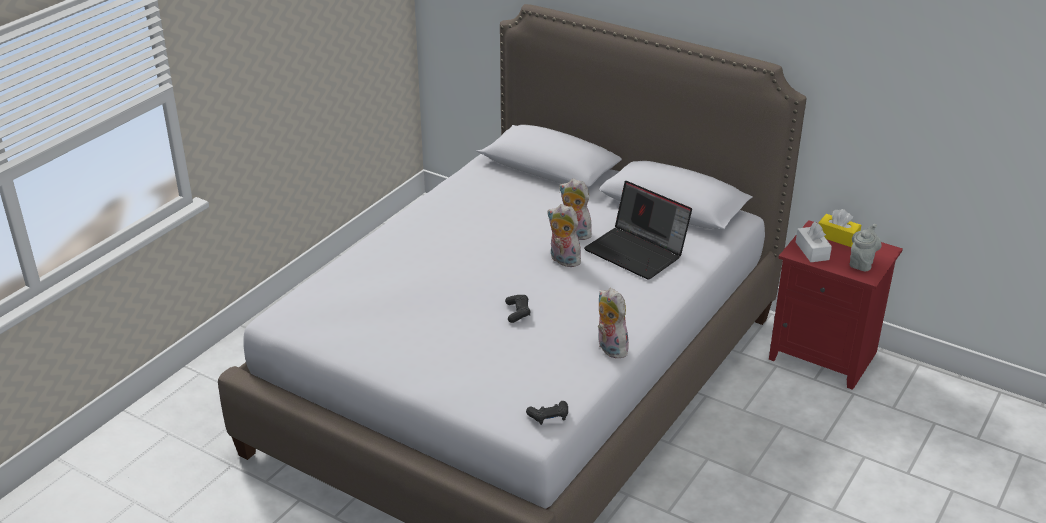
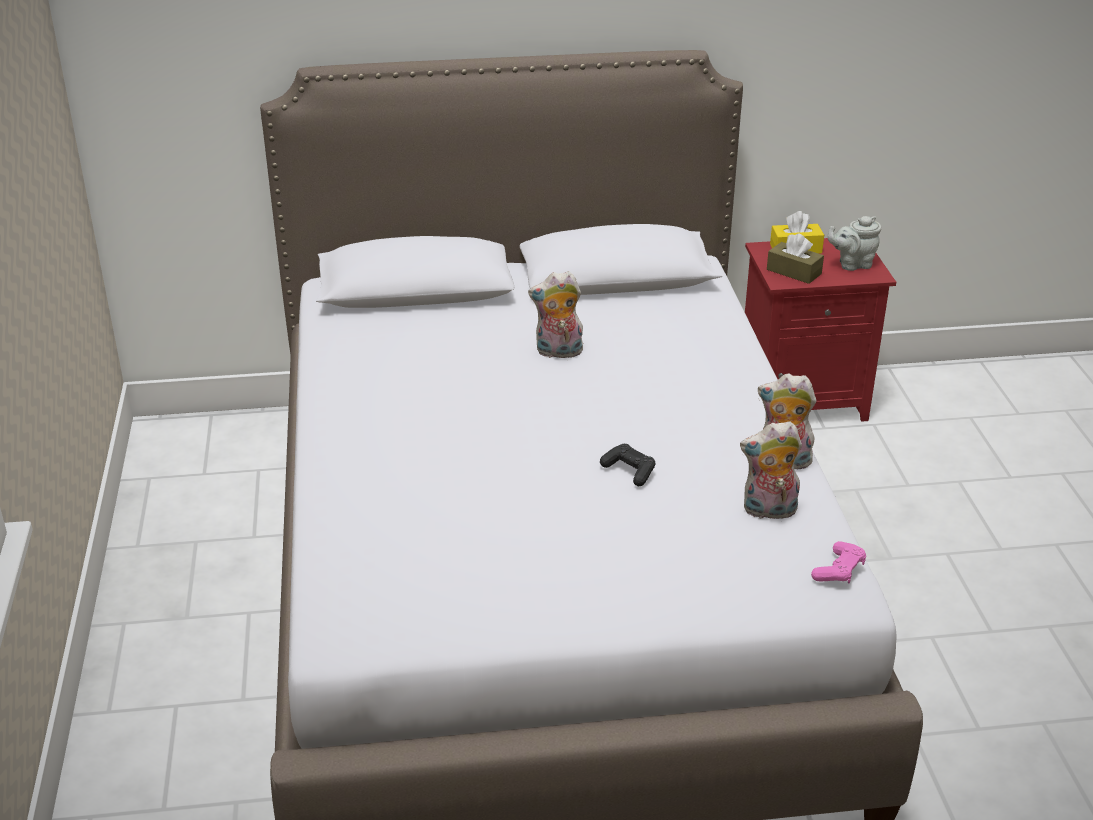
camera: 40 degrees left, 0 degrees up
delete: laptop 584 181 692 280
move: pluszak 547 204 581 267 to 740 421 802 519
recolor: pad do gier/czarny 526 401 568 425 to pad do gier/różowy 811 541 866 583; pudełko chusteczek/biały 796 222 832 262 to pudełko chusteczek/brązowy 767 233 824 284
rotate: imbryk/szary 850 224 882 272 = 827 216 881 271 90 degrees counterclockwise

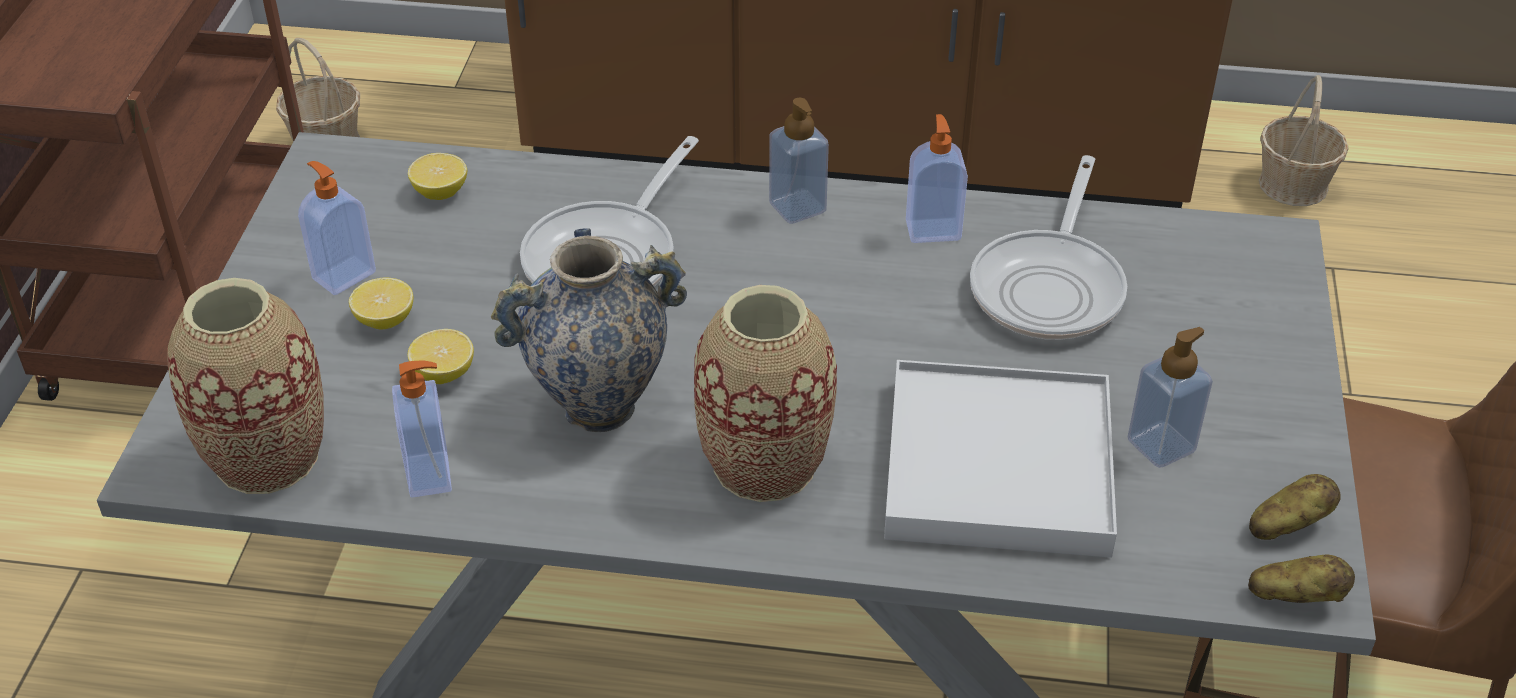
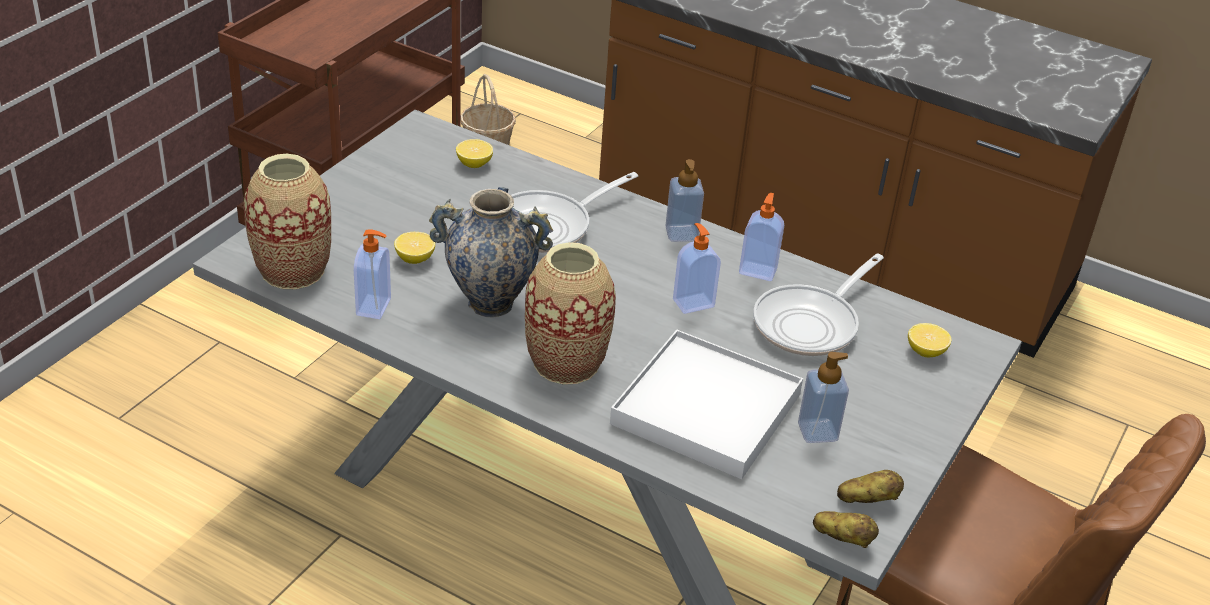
camera: 20 degrees right, 5 degrees down
delete: koszyk 1259 75 1349 206
move: dozownik mydła 298 161 376 295 to 673 223 721 314; cytryna 349 278 413 329 to 908 323 951 357

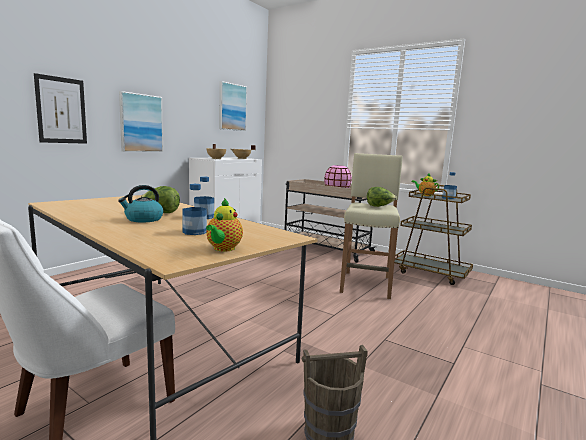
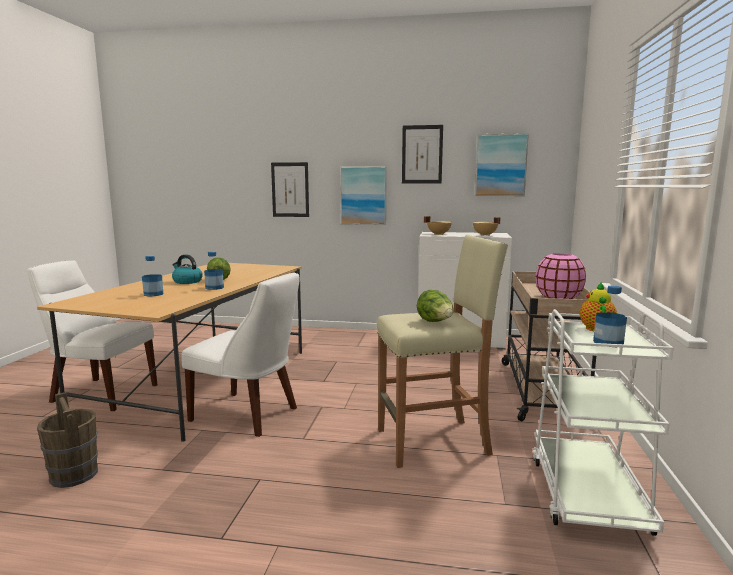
camera: 65 degrees right, 0 degrees up
delete: imbryk 206 198 243 252
insert: krzesło/biały 181 273 300 437; obraz 402 125 443 184
recolor: wózek/brązowy 395 185 473 285 to wózek/biały 533 309 673 536

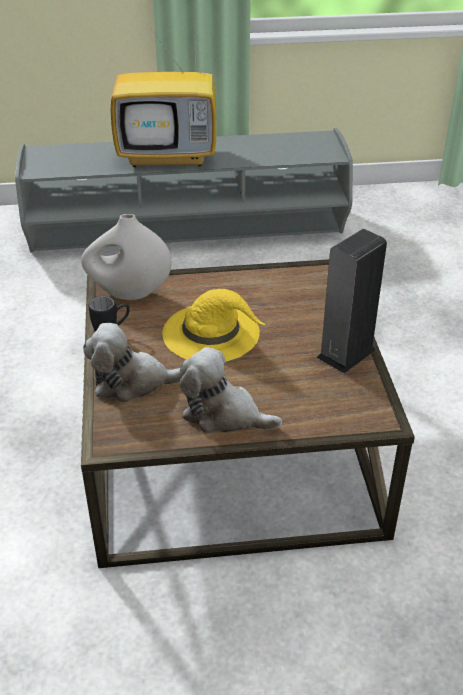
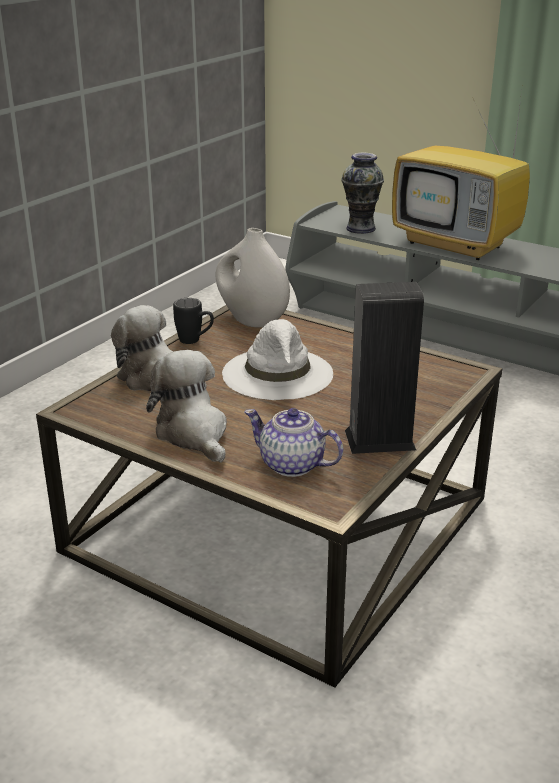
camera: 40 degrees right, 10 degrees down
insert: imbryk 244 408 343 477; wazon 341 153 384 234
recolor: kapelusz/żółty 162 289 266 362 to kapelusz/biały 222 319 333 400

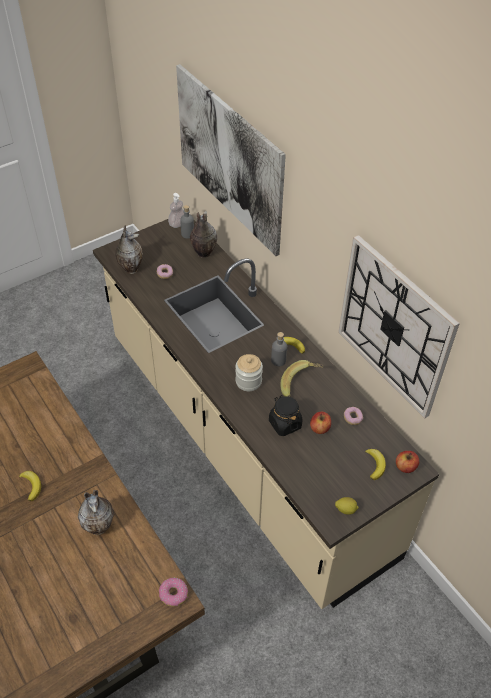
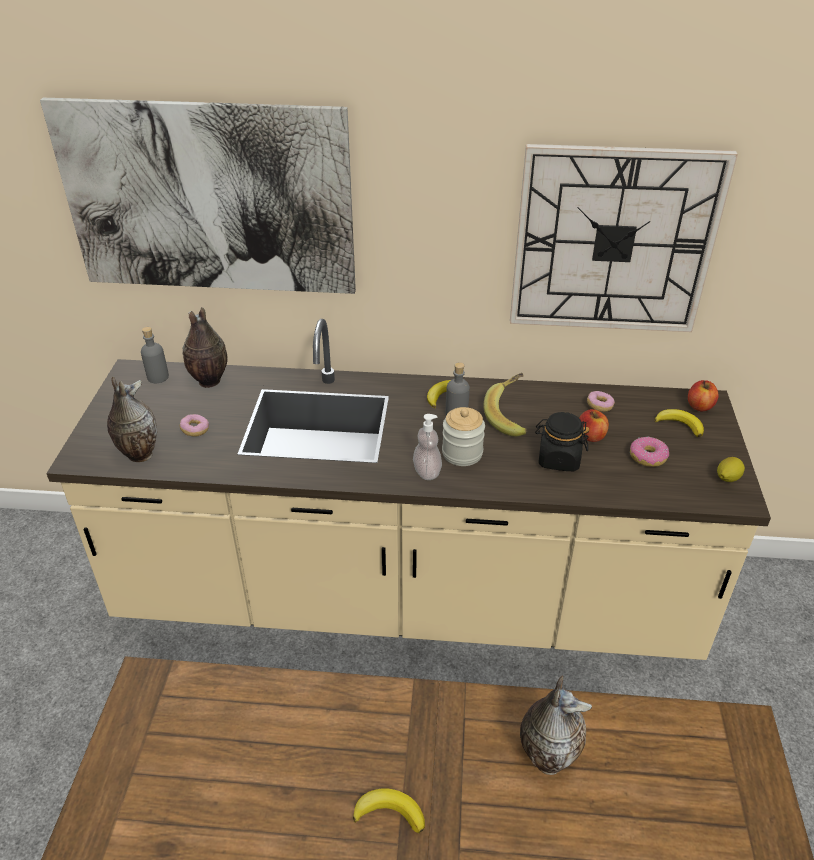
camera: 50 degrees left, 10 degrees down
move: donut 159 577 188 607 to 630 437 669 467; dozownik mydła 168 193 184 228 to 413 414 442 480

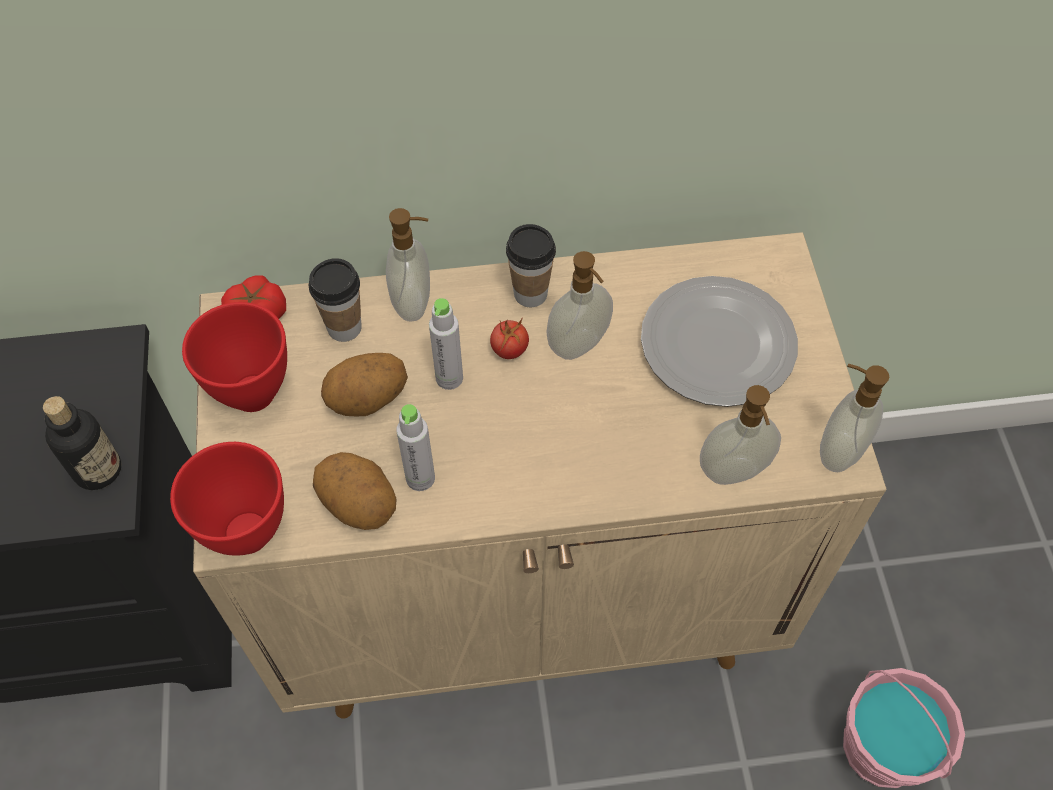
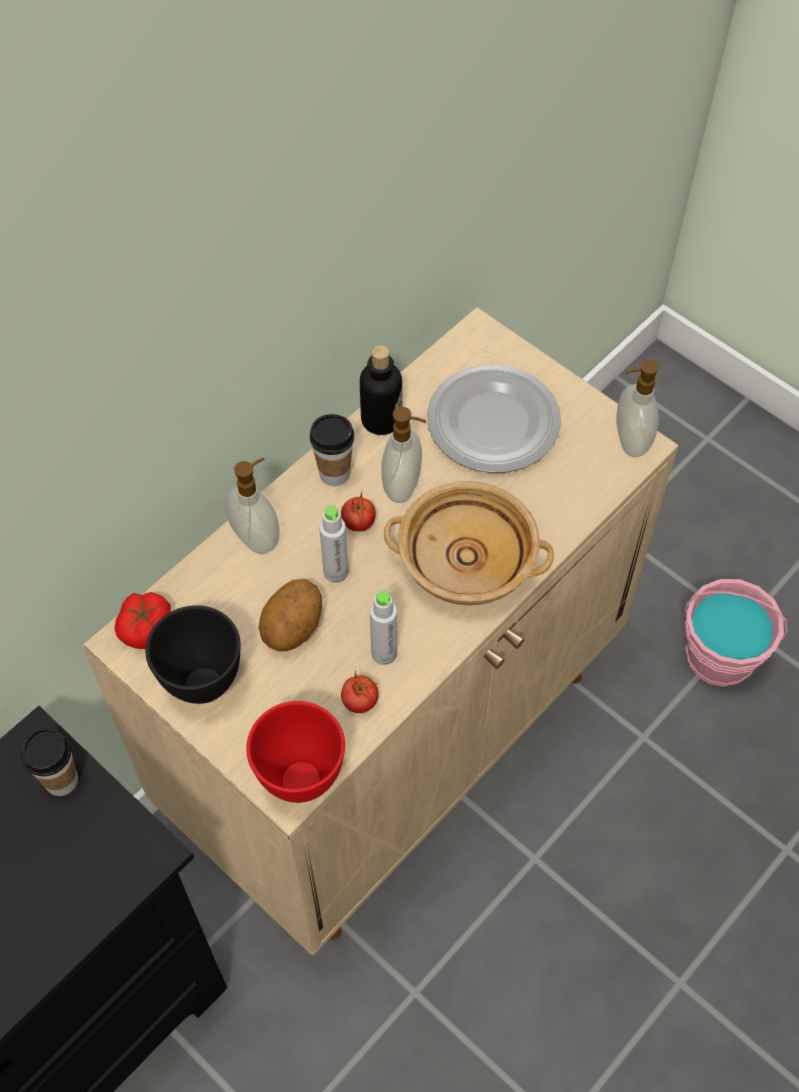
camera: 40 degrees left, 0 degrees up
delete: dozownik mydła 700 385 781 485
insert: miska/beżowy 384 481 554 605
move: butelka 43 396 121 490 to 360 345 402 435; filiżanka 309 258 362 342 to 22 727 78 796
replace: ziemniak 313 452 397 530 to pomidor 341 671 379 713
recolor: miska/czerwony 182 302 287 412 to miska/czarny 145 605 241 704

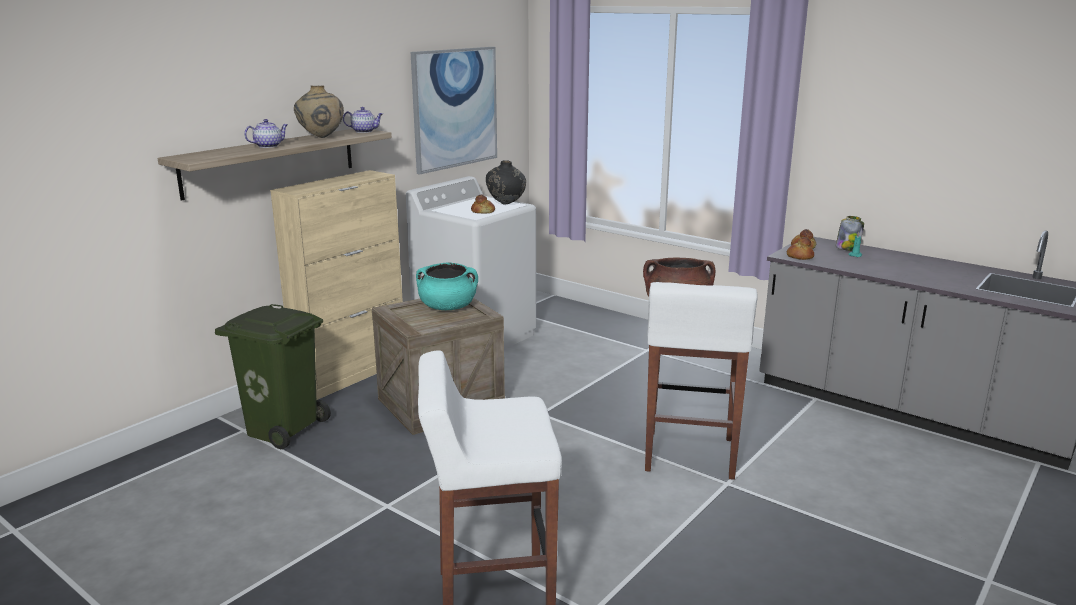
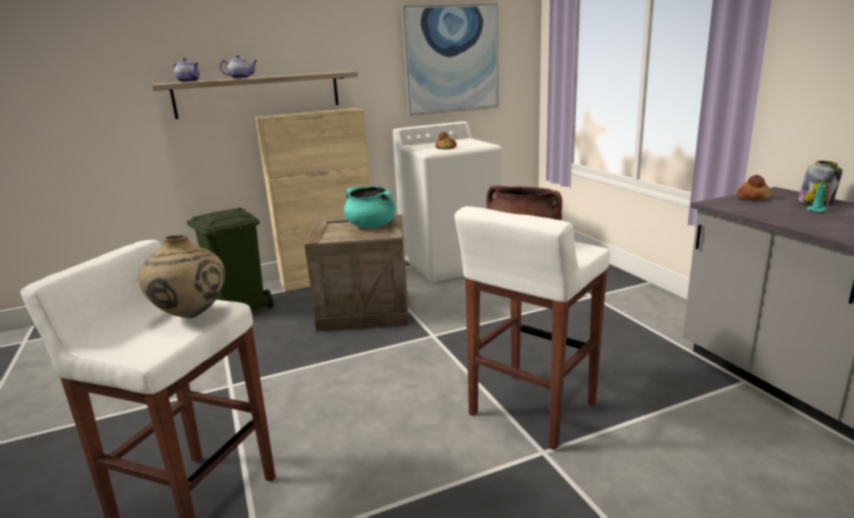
camera: 30 degrees right, 0 degrees up
delete: wazon/czarny 486 160 526 205; chleb 787 237 814 260
move: wazon/beżowy 294 85 344 138 to 138 235 225 318; imbryk 343 107 383 133 to 174 58 200 82

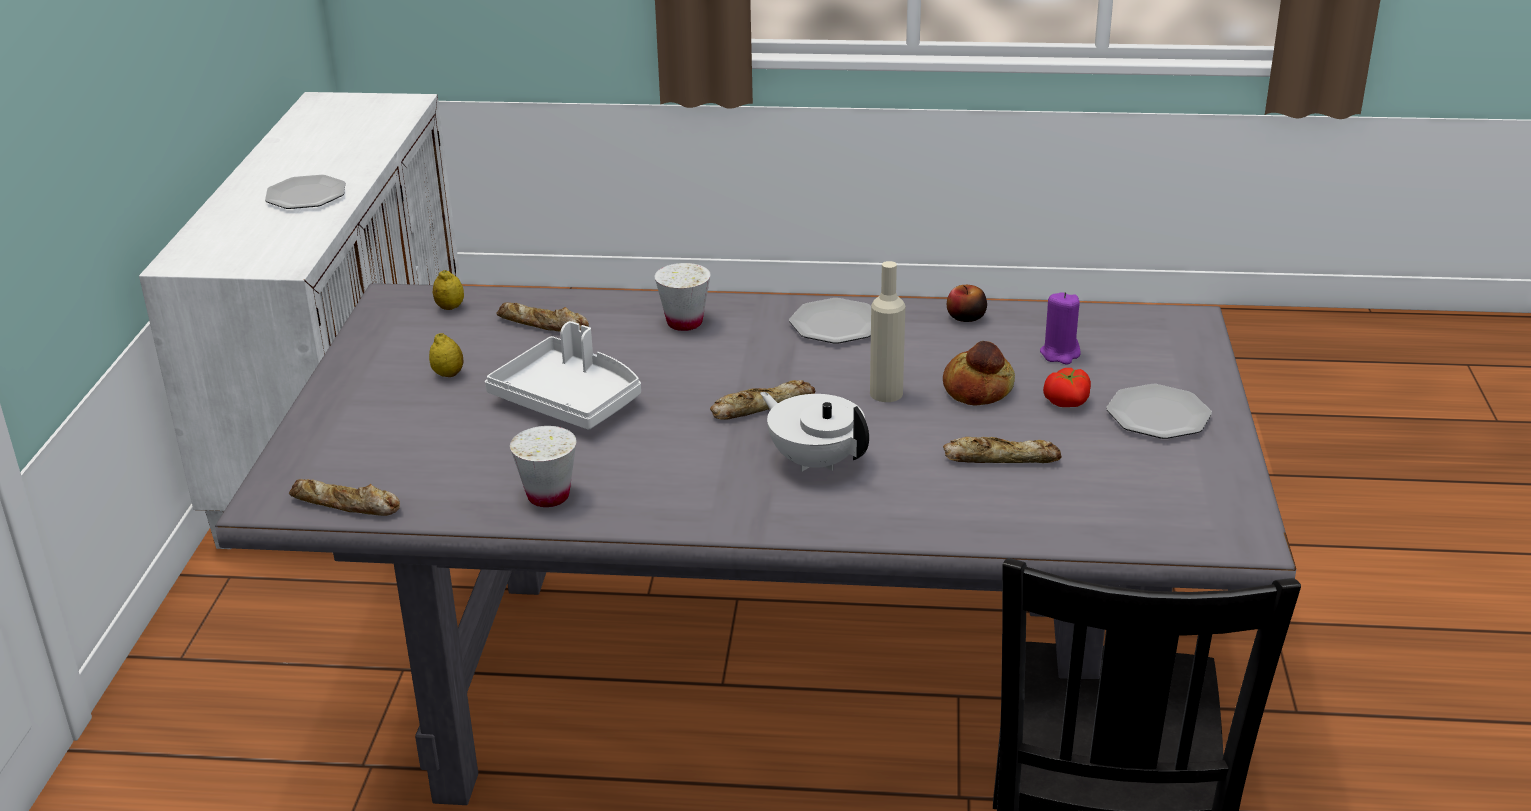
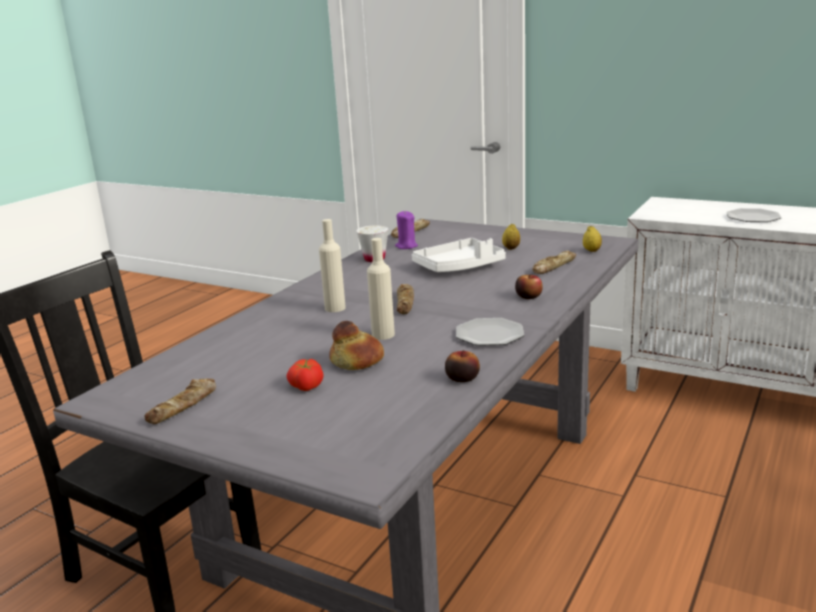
camera: 115 degrees right, 10 degrees down
delete: talerz 1106 384 1212 439
move: chleb 943 437 1061 463 to 144 379 216 424; świeca/fioletowy 1040 292 1081 364 to 395 211 418 249
replace: filiżanka/biały 655 263 711 331 to jabłko 515 274 543 299; imbryk/biały 760 392 869 472 to butelka/beżowy 319 219 346 312

